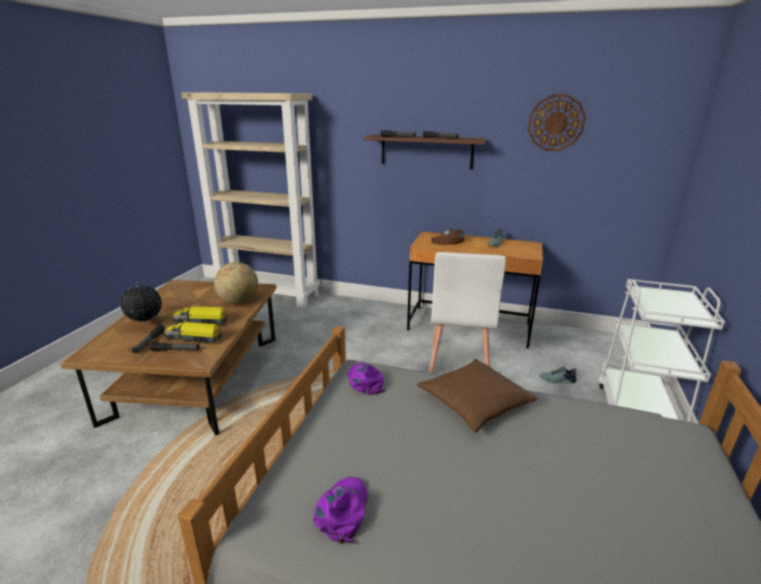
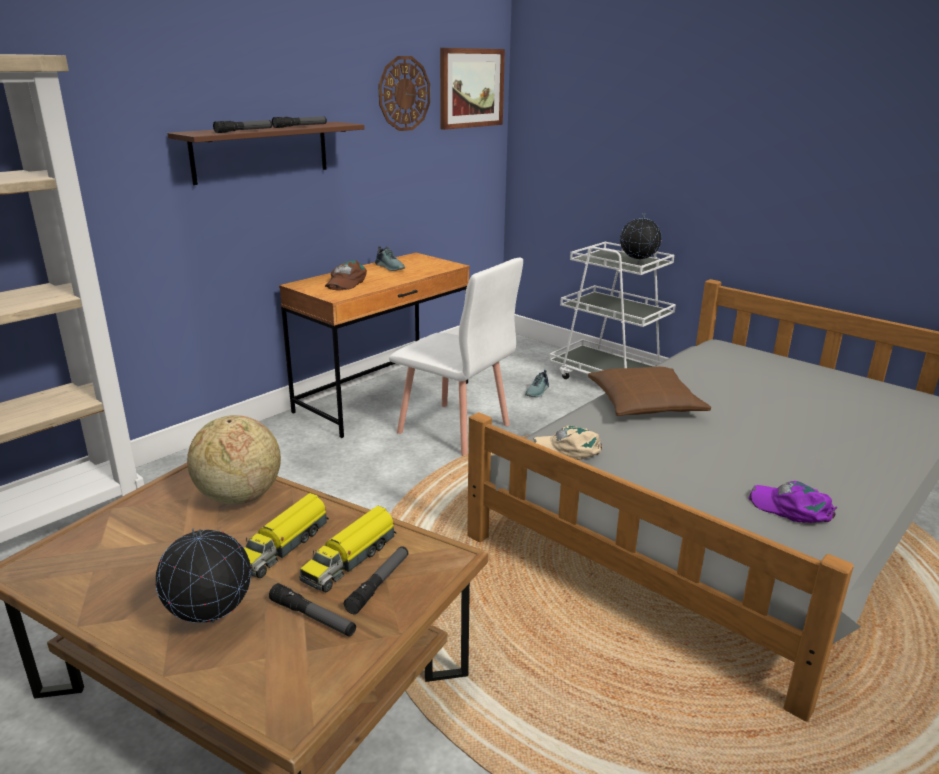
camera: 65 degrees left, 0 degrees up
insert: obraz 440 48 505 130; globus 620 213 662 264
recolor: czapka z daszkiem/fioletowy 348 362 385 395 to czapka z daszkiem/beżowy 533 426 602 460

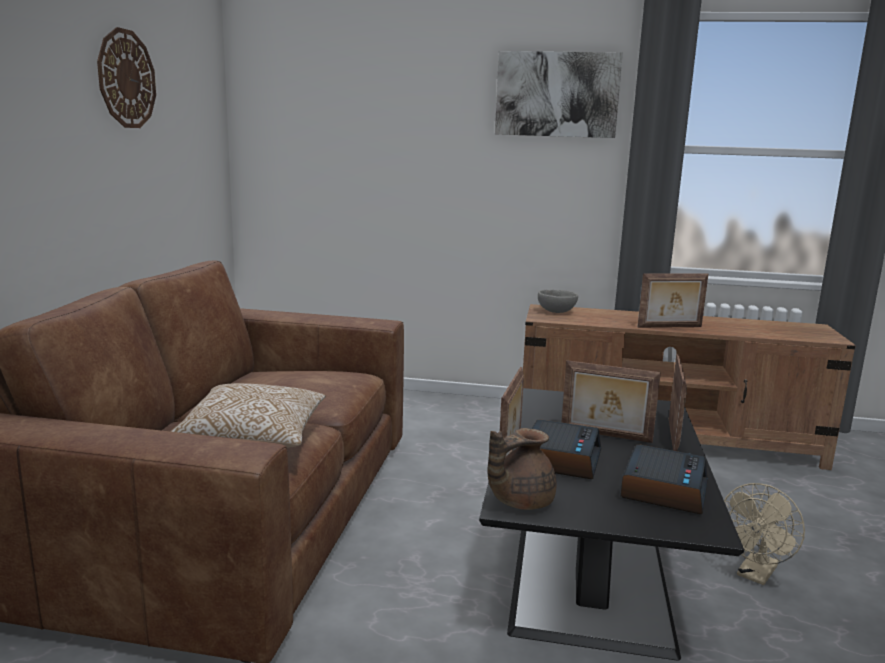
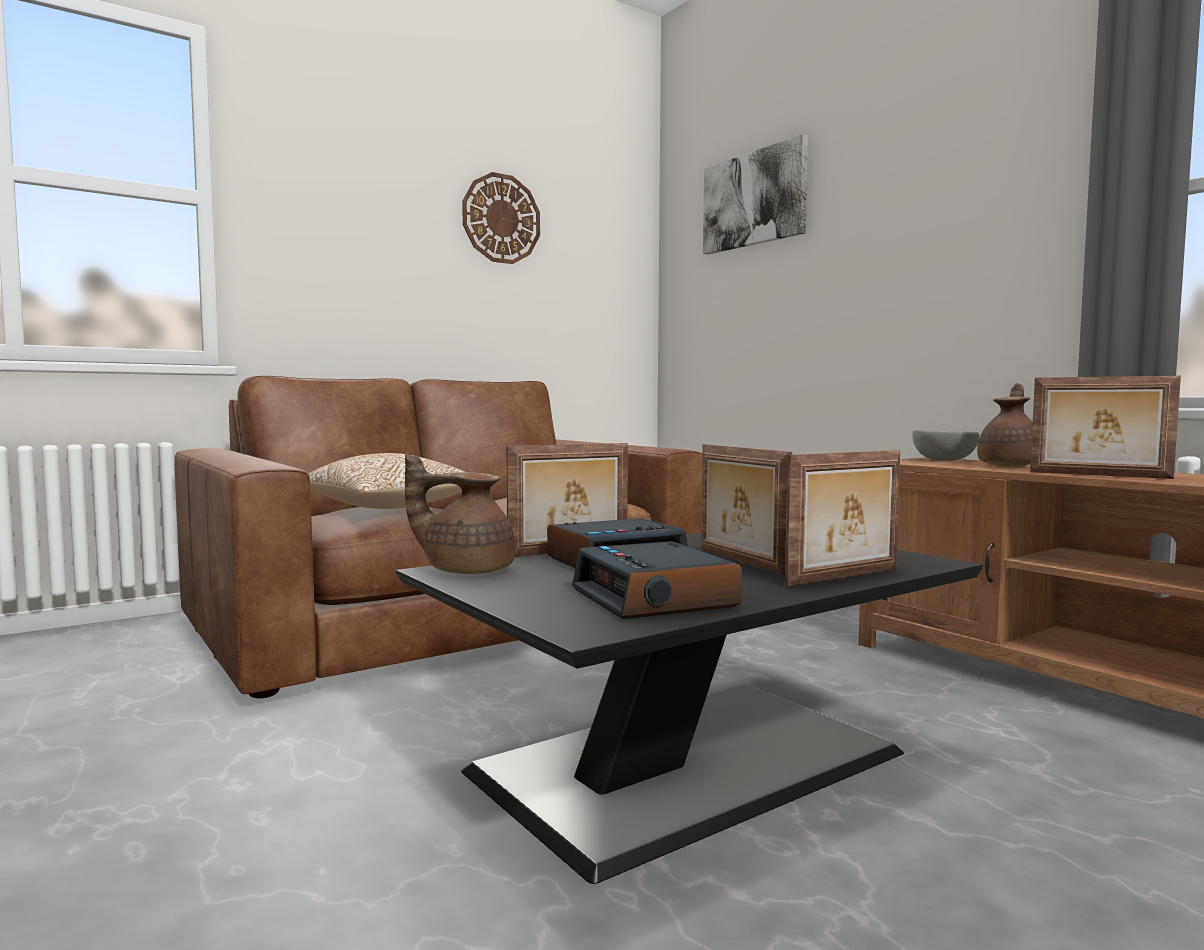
camera: 45 degrees right, 10 degrees down
delete: wentylator/beżowy 724 483 805 585
insert: imbryk/brązowy 977 383 1033 466
move: obraz 495 51 623 138 to 703 134 808 255
rotate: budzik 621 445 708 514 = 572 541 742 619 90 degrees clockwise

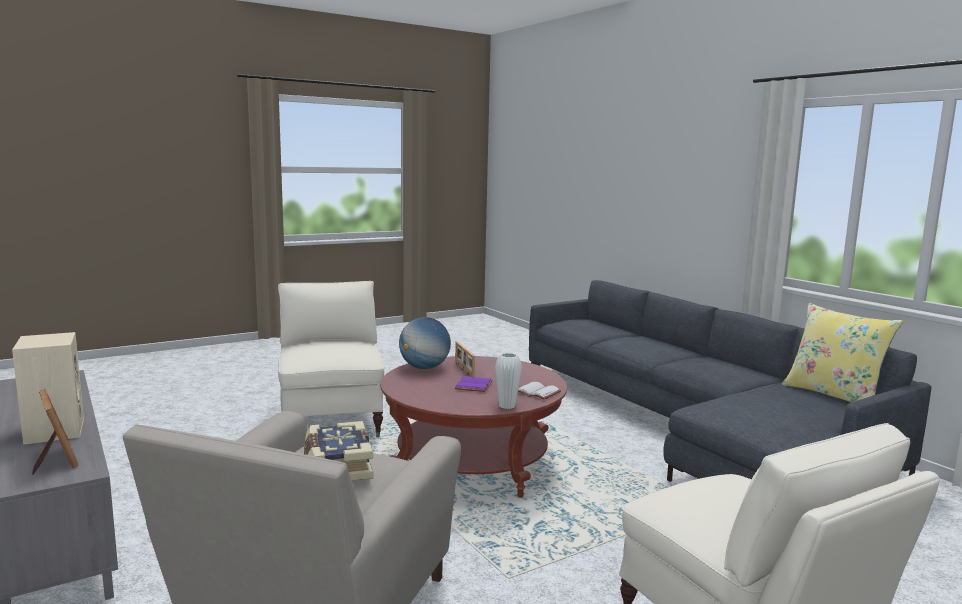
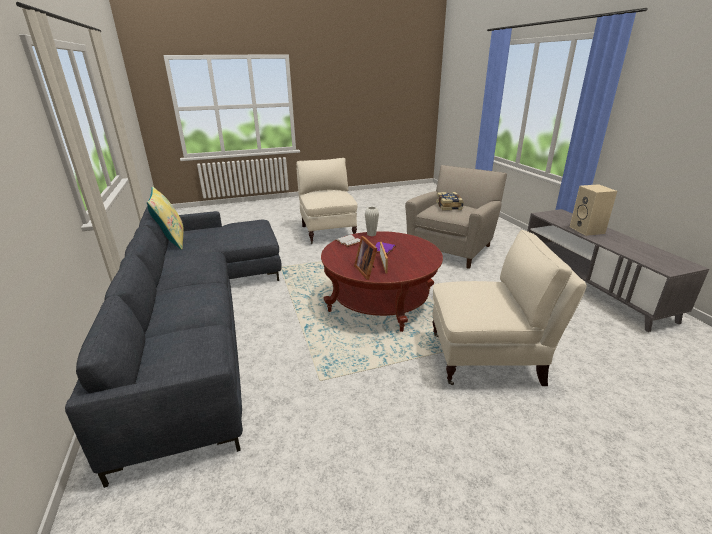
camera: 165 degrees left, 15 degrees up
delete: globus 399 317 451 369
move: ramka na zdjęcie 32 389 79 474 to 354 236 377 280
rotate: fotel/beżowy 278 281 384 437 = 432 230 587 386 90 degrees counterclockwise

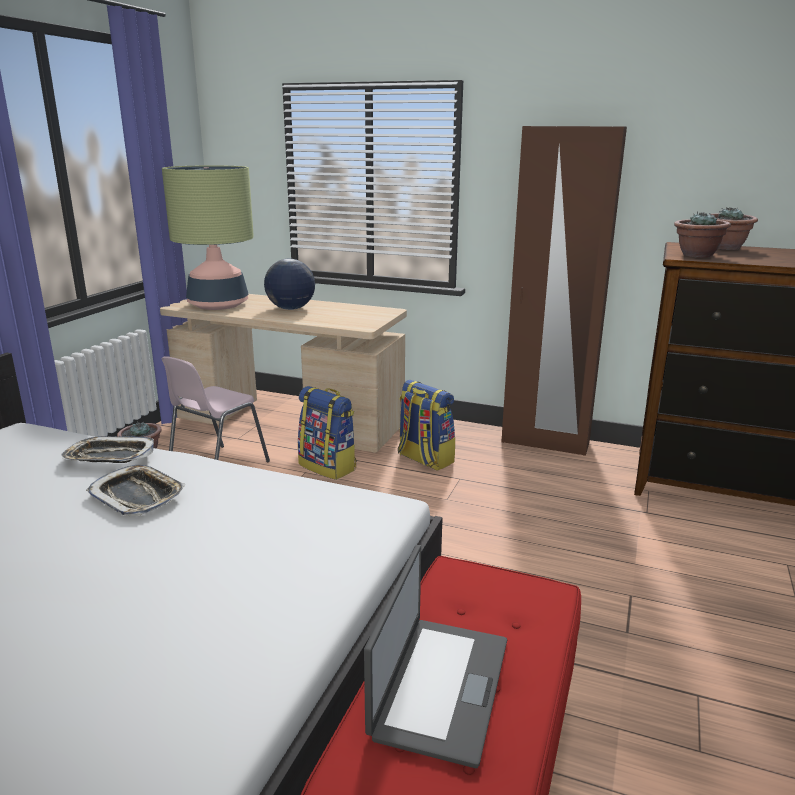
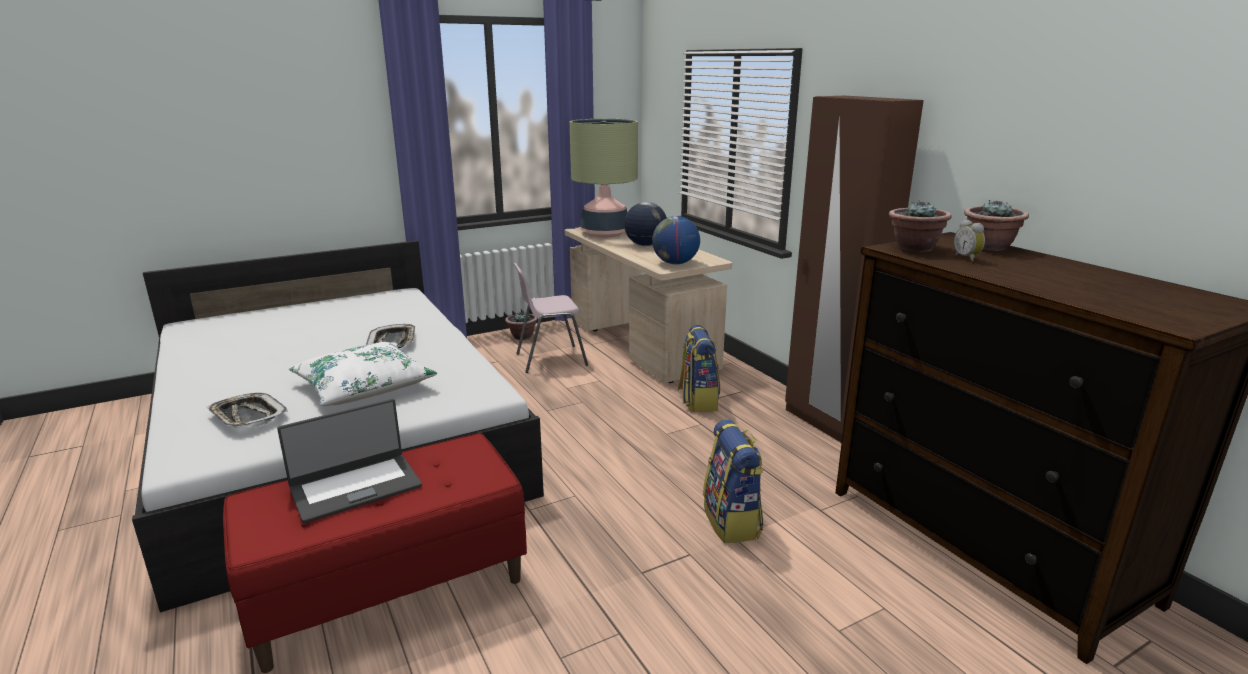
camera: 40 degrees right, 0 degrees up
insert: poduszka/biały 289 342 437 406; globus 652 216 700 264; budzik 954 219 985 262
move: taca 62 436 154 463 to 207 393 288 428; plecak 298 386 356 480 to 703 420 764 543

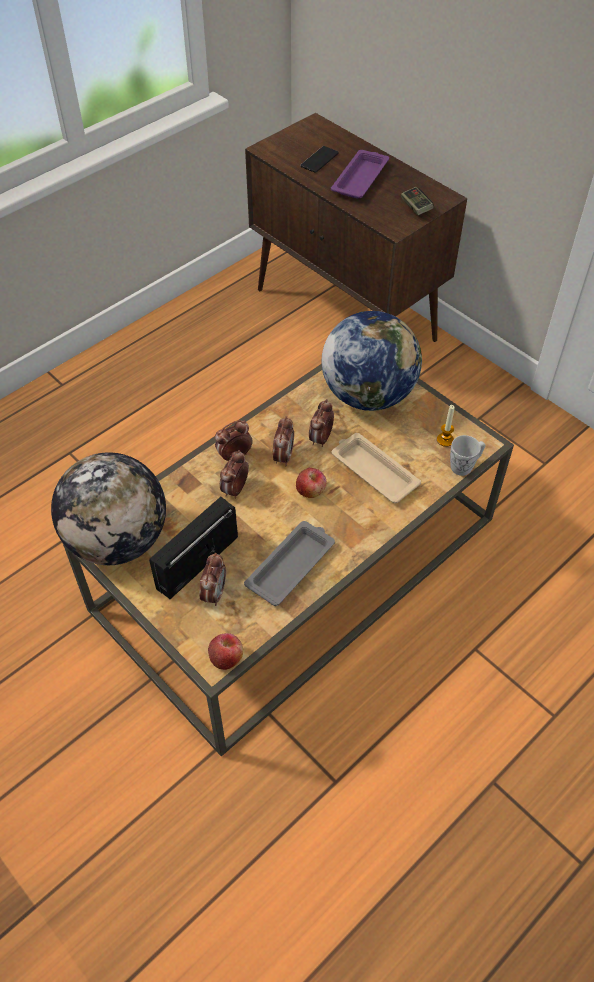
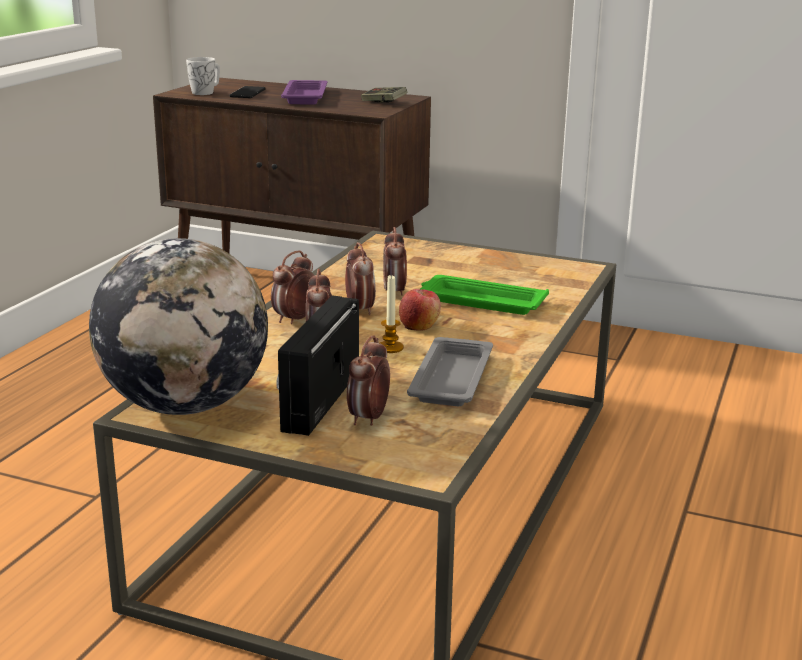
camera: 25 degrees left, 30 degrees down
delete: jabłko 208 633 243 670; globus 322 311 422 411
move: świeca 437 405 454 447 to 380 274 404 353; kubek/biały 450 435 485 476 to 186 57 220 95
recolor: taca/beżowy 331 433 421 504 to taca/zielony 420 275 549 315
rotate: budzik 199 553 226 606 = 347 335 390 426 150 degrees counterclockwise

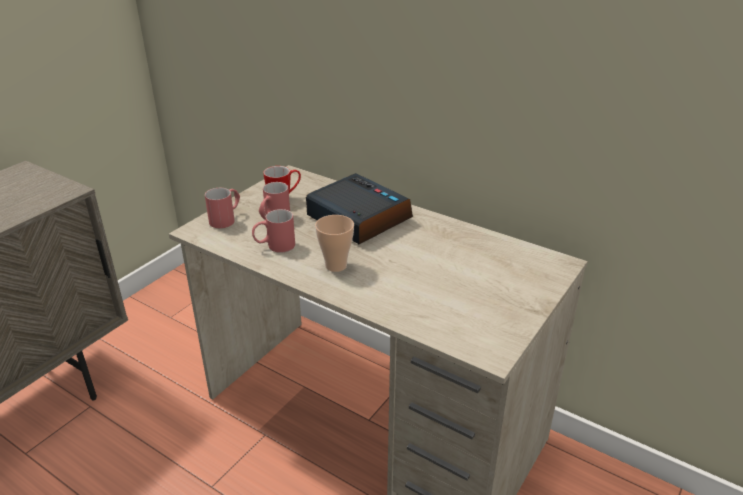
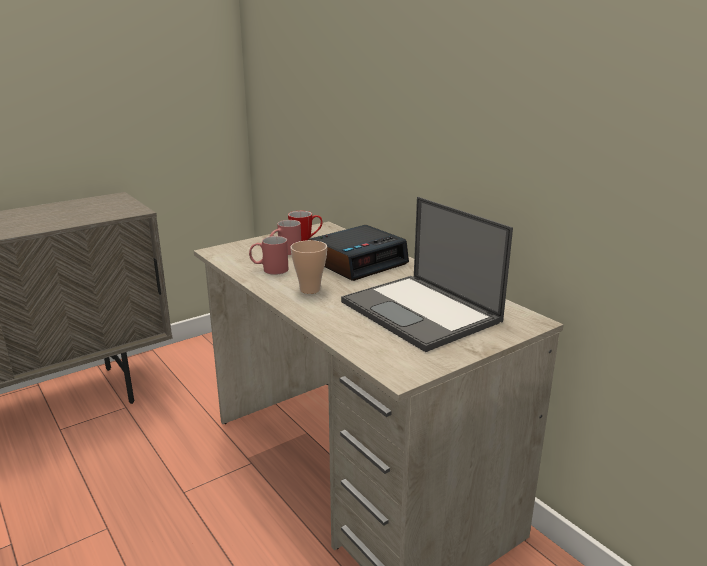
camera: 20 degrees right, 10 degrees down
delete: kubek/czerwony 205 188 240 228
insert: laptop 341 197 513 352
rotate: budzik 306 173 413 244 = 308 225 409 281 75 degrees clockwise

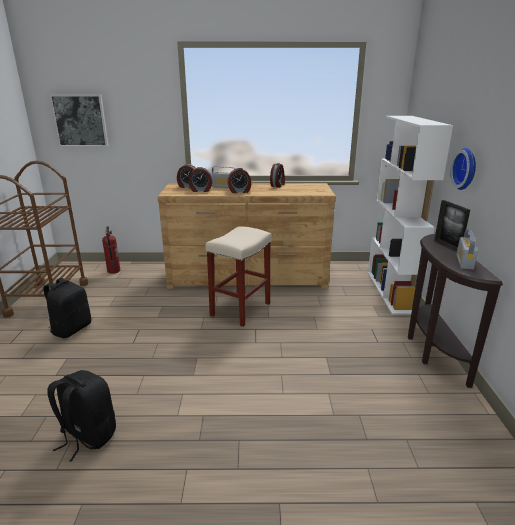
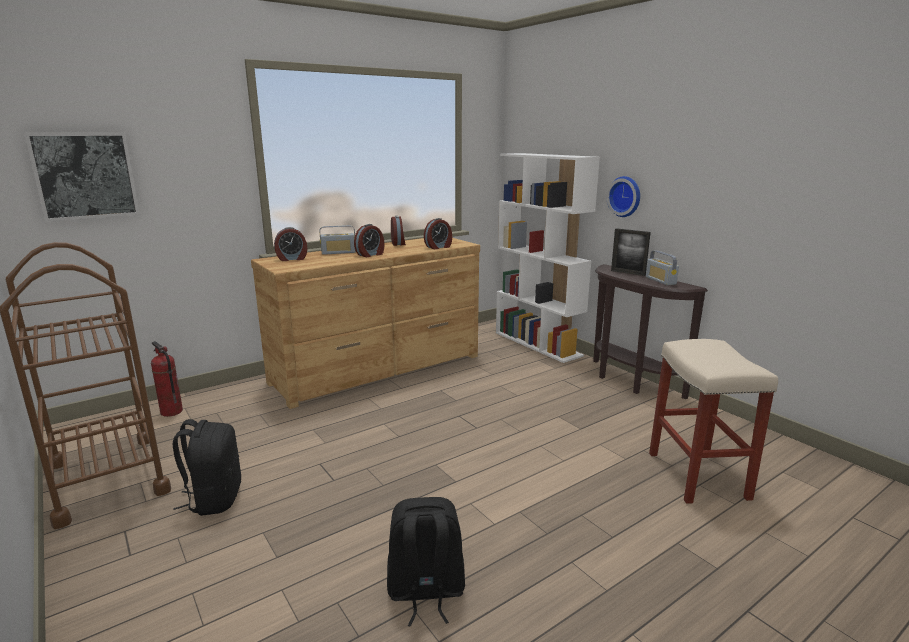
camera: 35 degrees left, 5 degrees down
move: budzik 189 167 212 192 to 424 218 452 249; stołek/beżowy 206 226 271 327 to 649 339 778 504

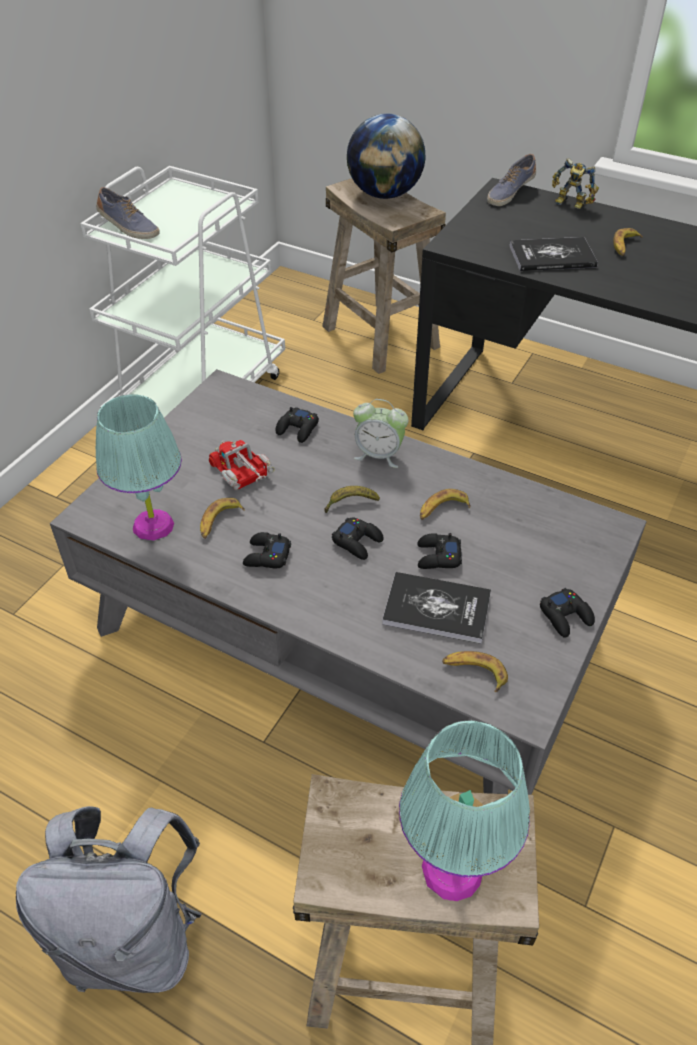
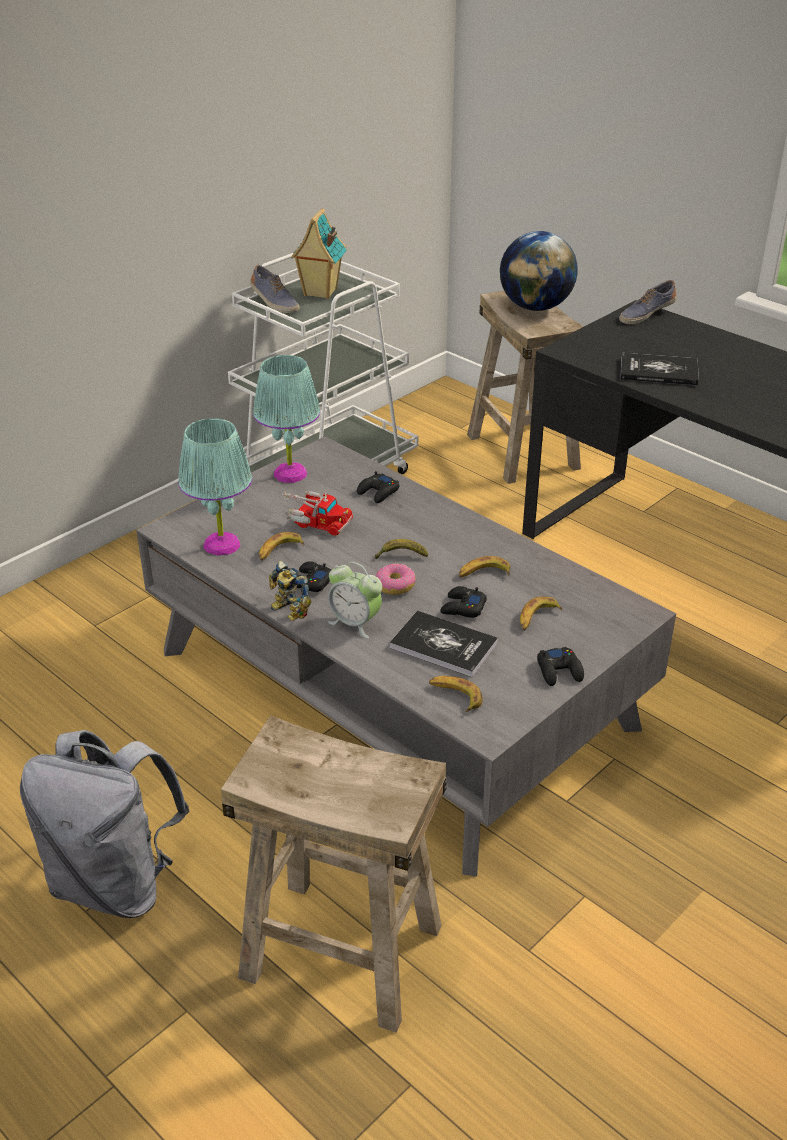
camera: 15 degrees right, 10 degrees down
insert: domek 291 208 347 299
move: budzik 353 399 409 468 to 328 562 382 639; lampa stołowa/turkusowy 399 721 530 901 to 253 355 320 483; robot zabawkowy 552 158 599 209 to 269 561 312 621; banan 613 228 643 256 to 520 596 562 631
replace: pad do gier/czarny 332 518 384 560 to donut 375 564 415 595
rotate: ciężarówka zabawkowa 209 440 275 490 = 281 491 353 536 135 degrees clockwise

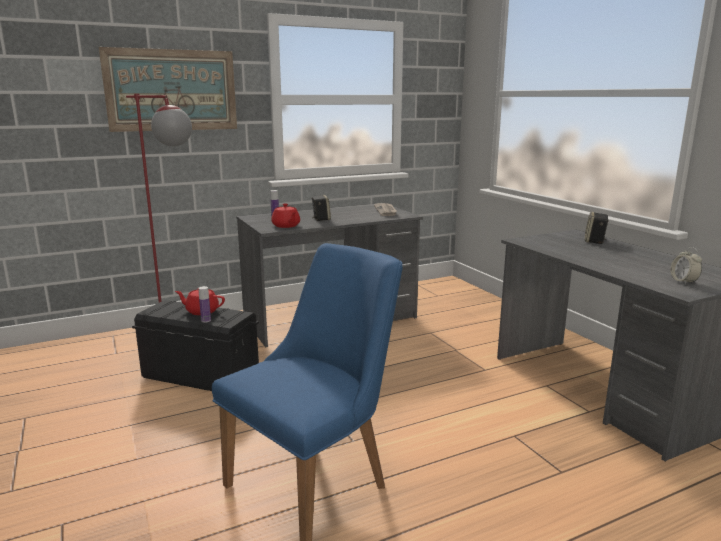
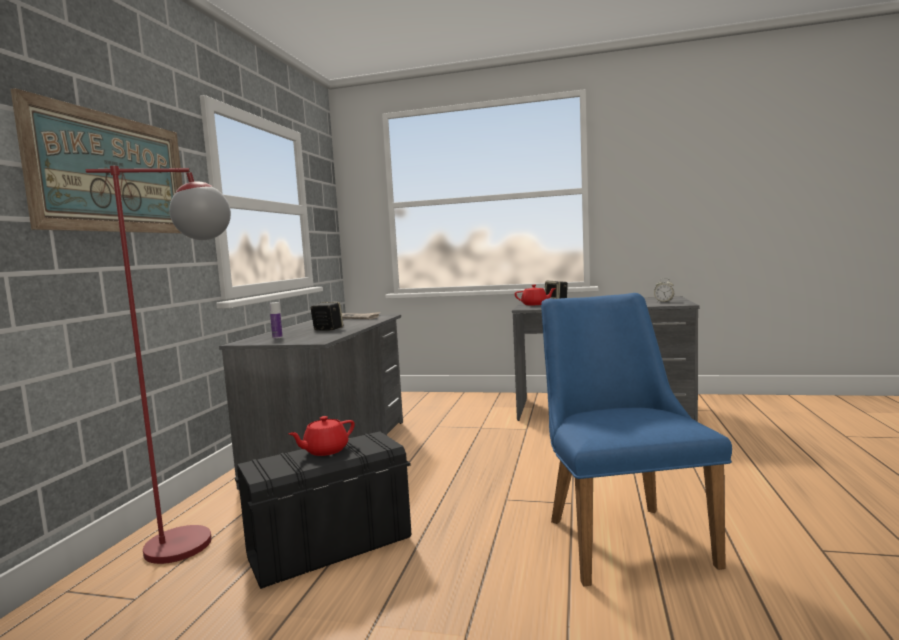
camera: 50 degrees left, 10 degrees down
delete: butelka 198 286 211 323
move: imbryk/czerwony 271 204 300 228 to 515 285 556 305

